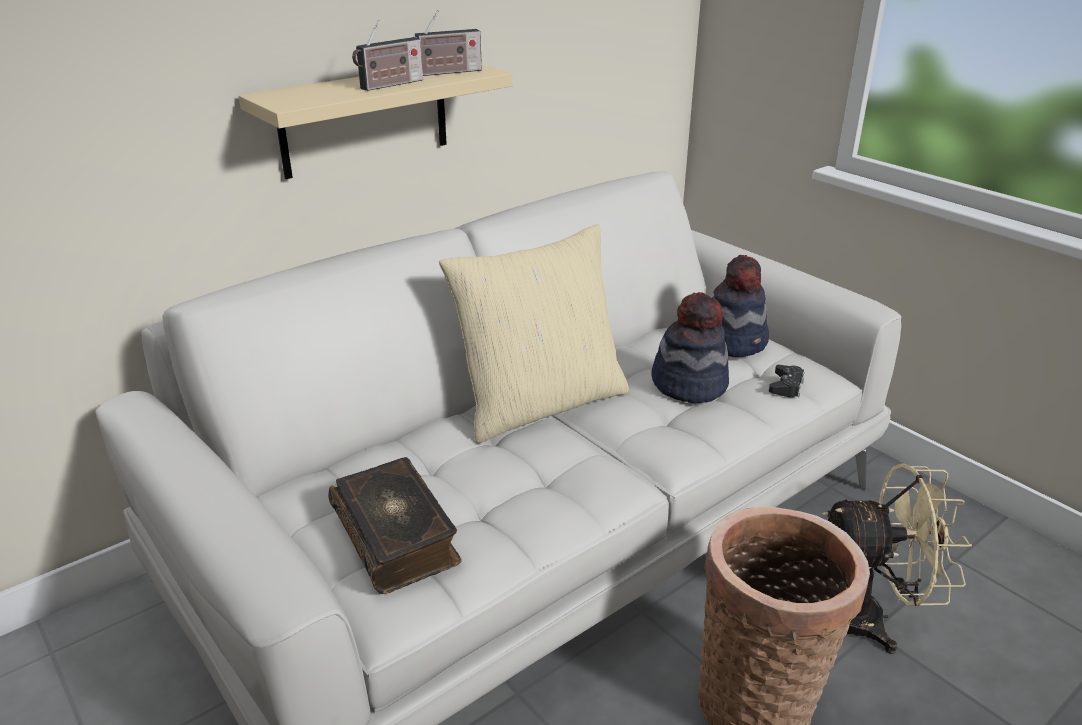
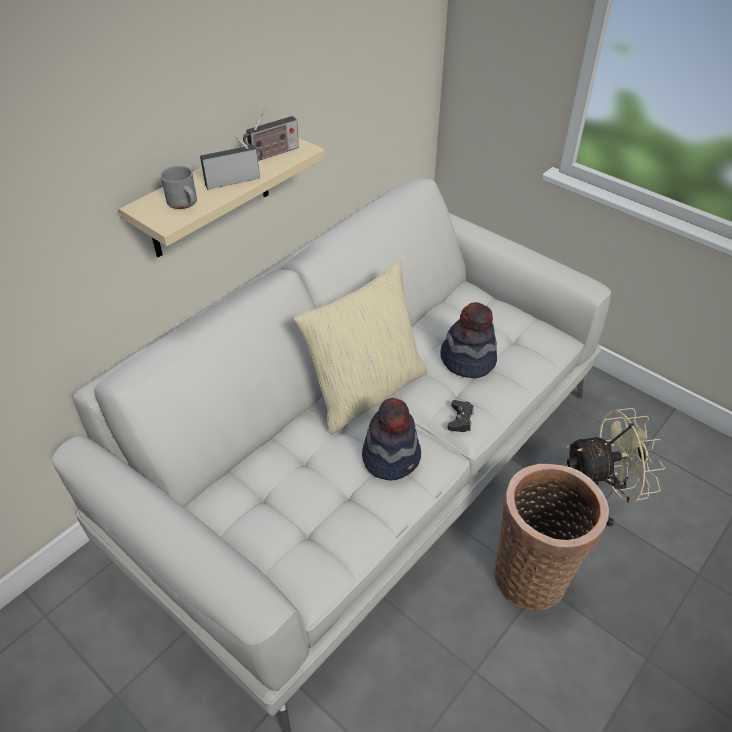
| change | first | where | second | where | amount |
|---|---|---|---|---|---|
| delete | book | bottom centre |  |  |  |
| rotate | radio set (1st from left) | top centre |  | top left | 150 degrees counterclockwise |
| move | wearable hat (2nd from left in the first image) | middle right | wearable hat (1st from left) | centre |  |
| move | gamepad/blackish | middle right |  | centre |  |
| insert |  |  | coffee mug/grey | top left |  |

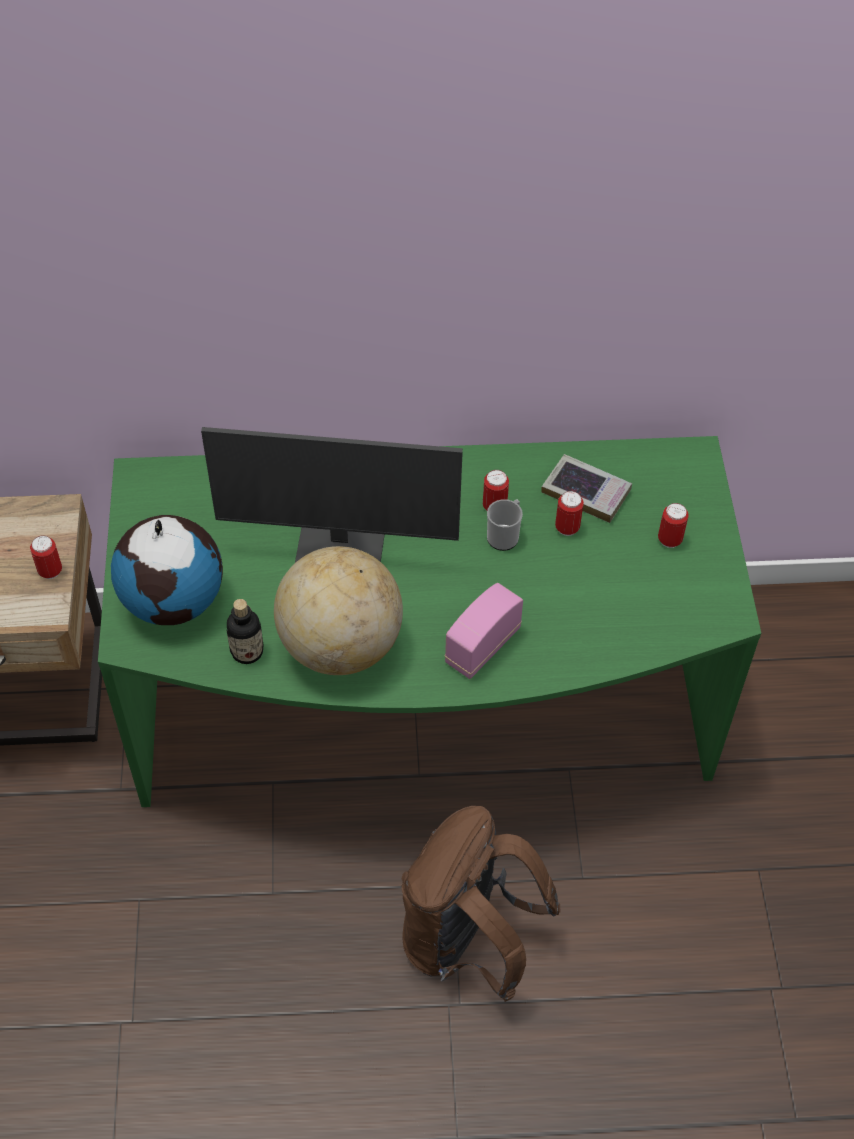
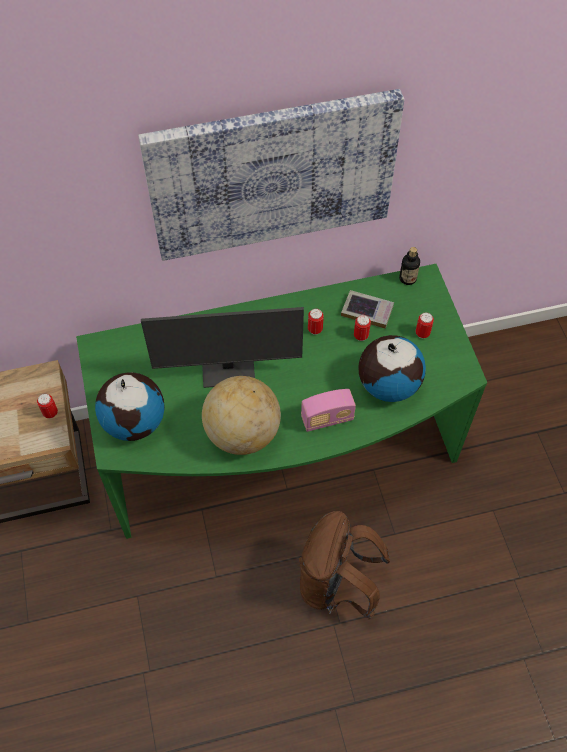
| change | first | where | second | where | amount |
|---|---|---|---|---|---|
| move | drink bottle | middle left |  | middle right |  |
| rotate | radio set | centre |  | centre | 135 degrees counterclockwise |
| delete | coffee mug | centre |  |  |  |
| insert |  |  | wall art | top centre |  |
| insert |  |  | world globe (3rd from left) | middle right |  |

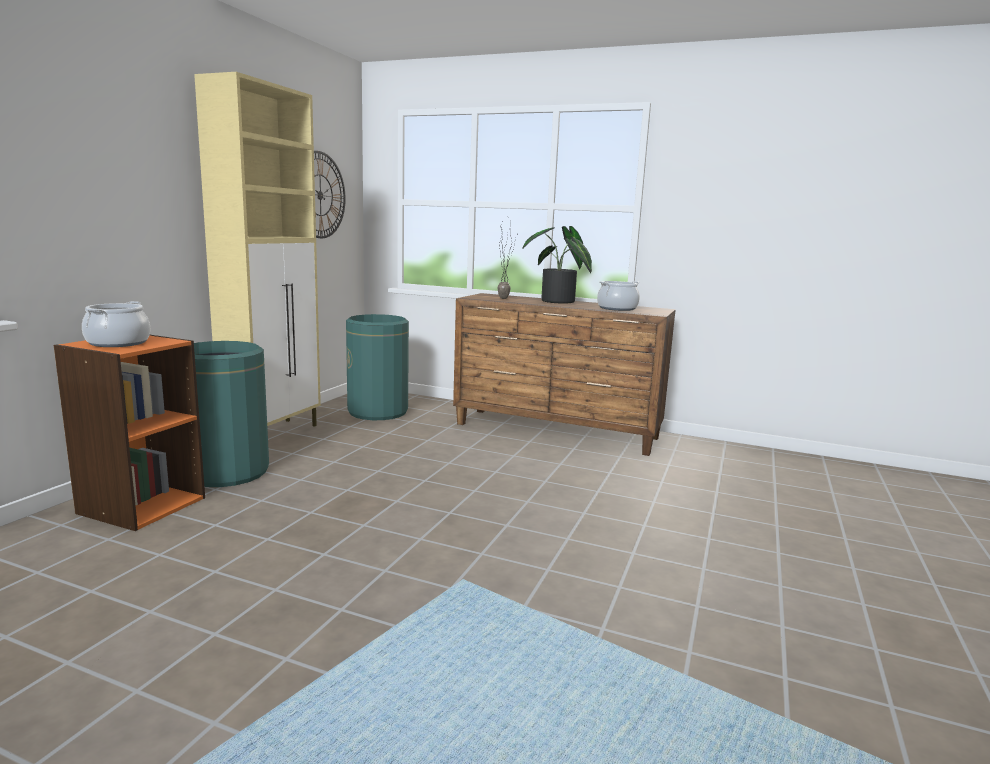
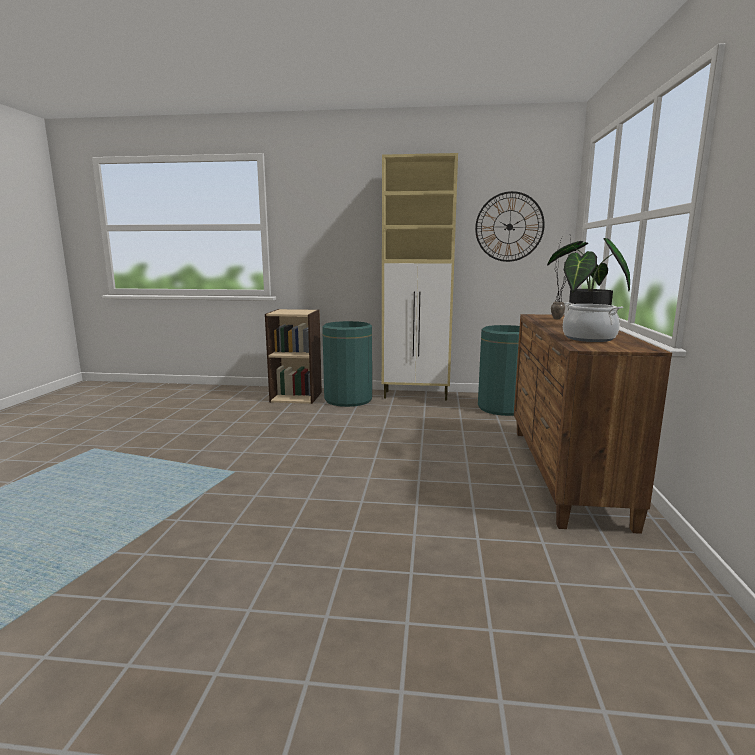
| change | first | where | second | where | amount |
|---|---|---|---|---|---|
| recolor | bookshelf/orange | middle left | bookshelf/beige | centre |  |
| delete | stockpot (1st from left) | middle left |  |  |  |

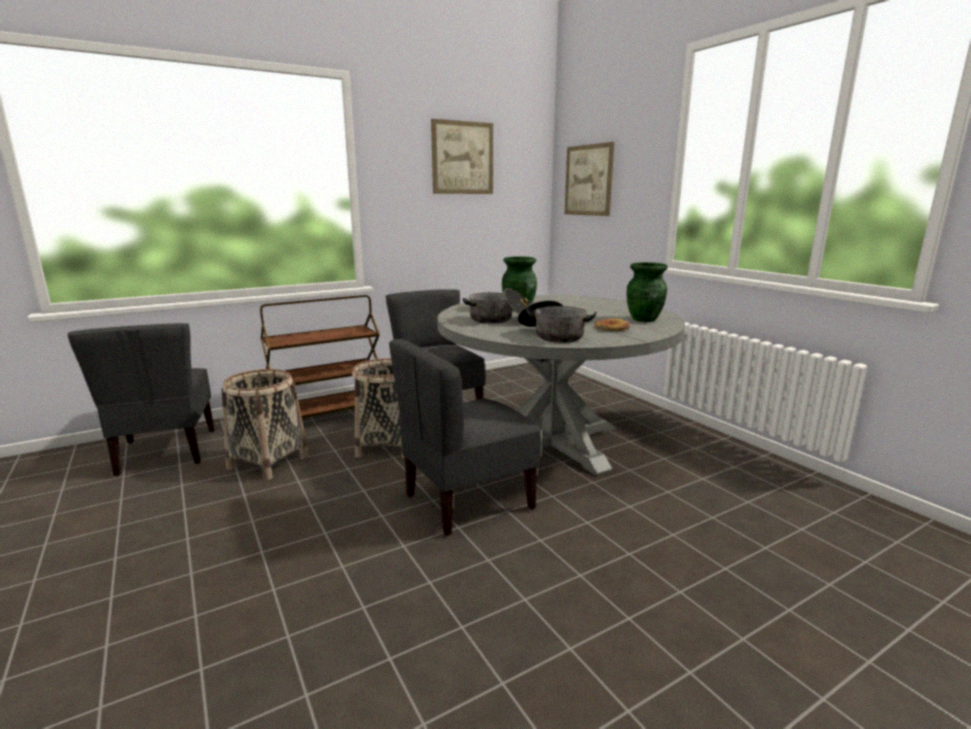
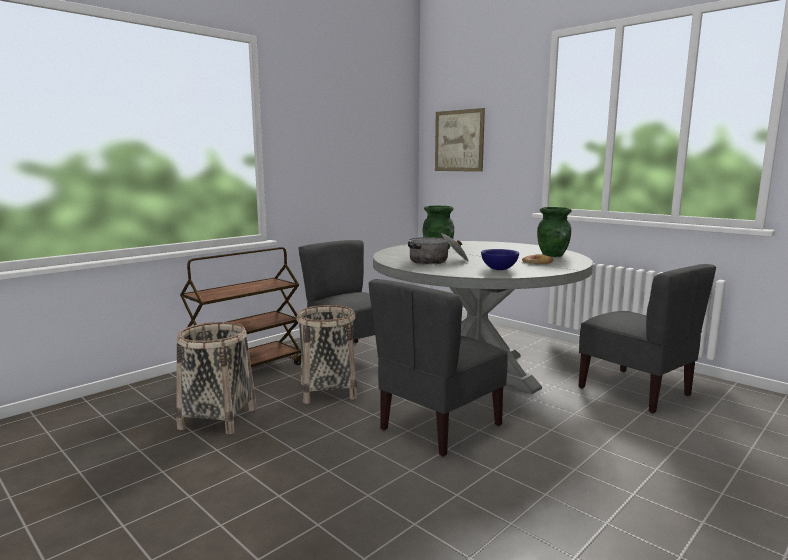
| change | first | where | second | where | amount |
|---|---|---|---|---|---|
| move | plain chair/grey (1st from left in the first image) | middle left | plain chair/grey (3rd from left) | middle right |  |
| delete | wall art (1st from left) | top centre |  |  |  |
| replace | stockpot (2nd from left) | centre | bowl/blue-coloured | centre |  |

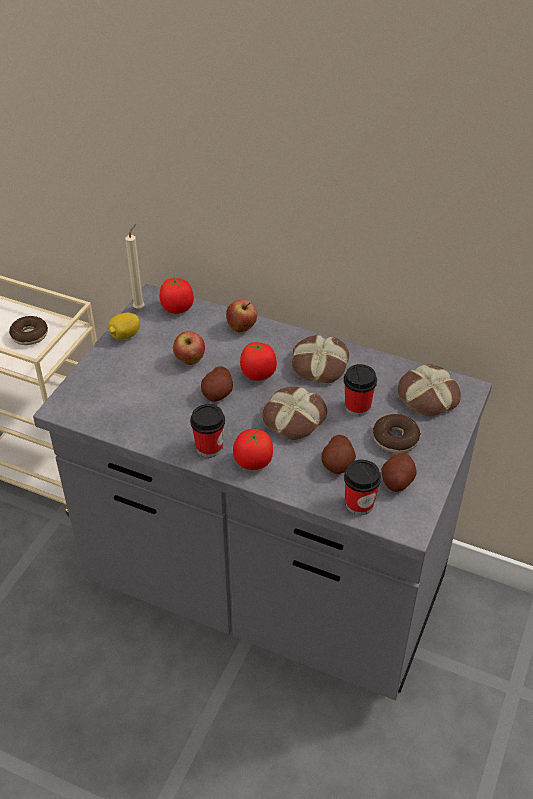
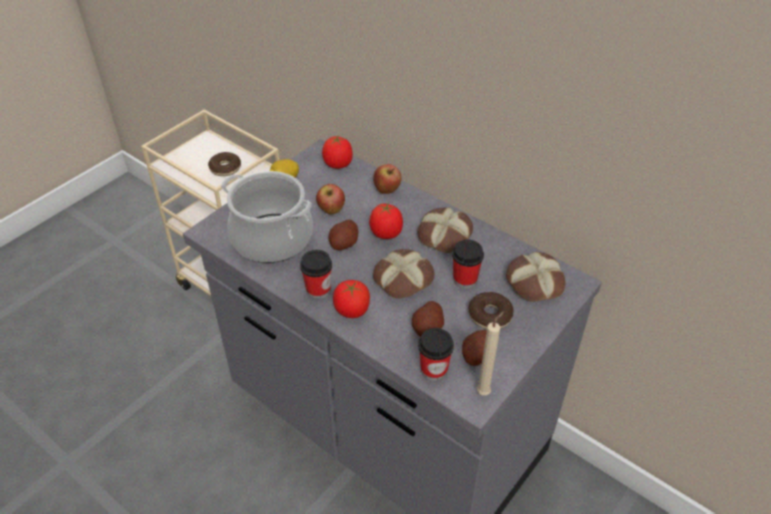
| change | first | where | second | where | amount |
|---|---|---|---|---|---|
| move | candle/beige | top left |  | bottom centre |  |
| insert |  |  | stockpot | centre |  |

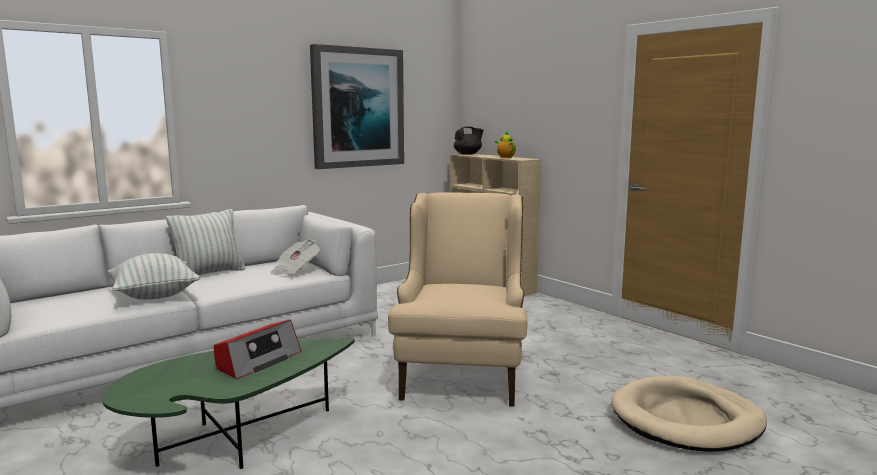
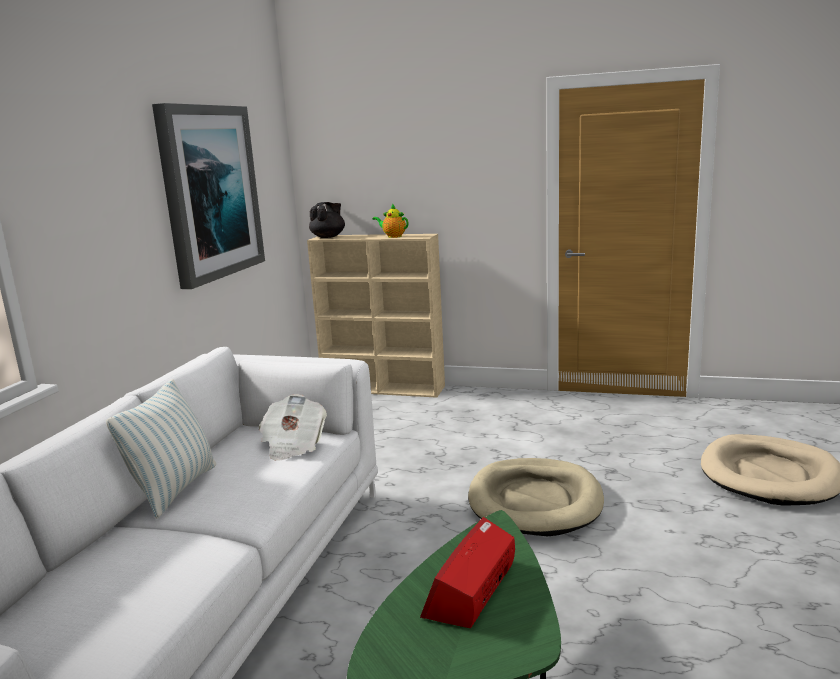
| change | first | where | second | where | amount |
|---|---|---|---|---|---|
| delete | throw pillow (1st from left) | middle left |  |  |  |
| rotate | radio set | bottom left |  | bottom centre | 150 degrees counterclockwise |
| replace | armchair/beige | centre | dog bed/beige (1st from left) | bottom centre |  |

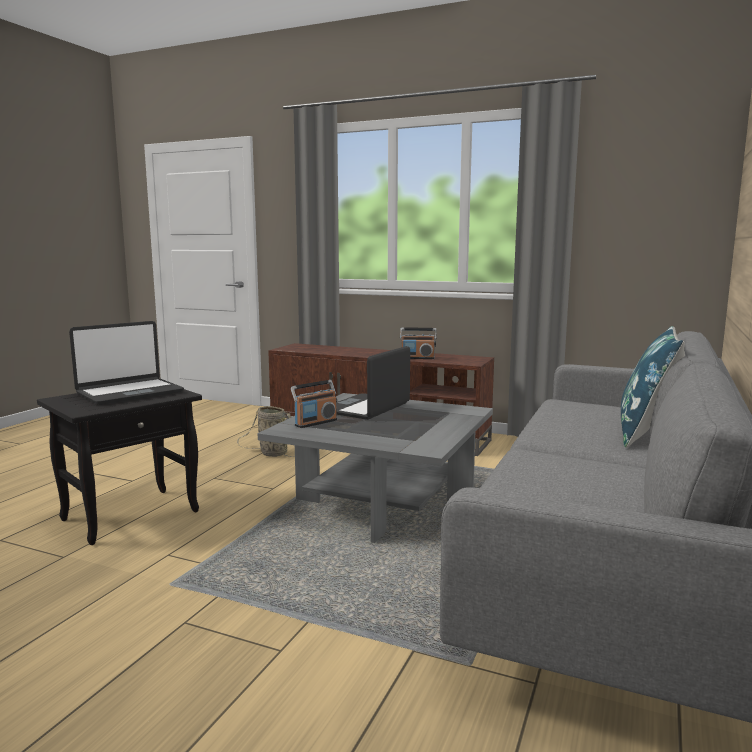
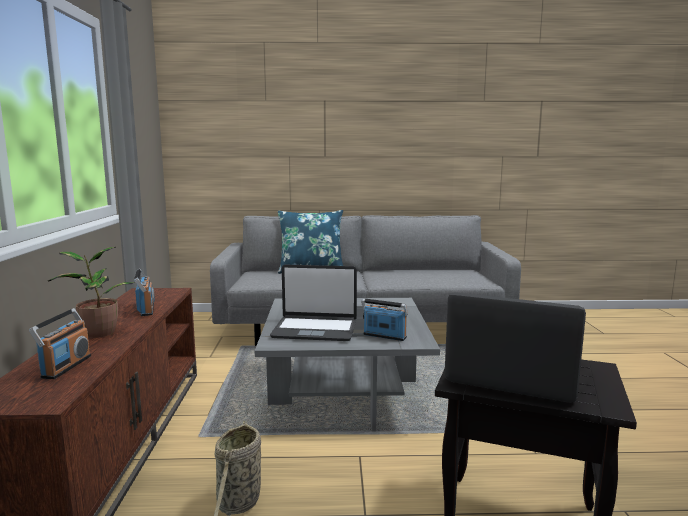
| change | first | where | second | where | amount |
|---|---|---|---|---|---|
| insert |  |  | radio set (1st from left) | middle left |  |
| insert |  |  | potted plant | middle left |  |

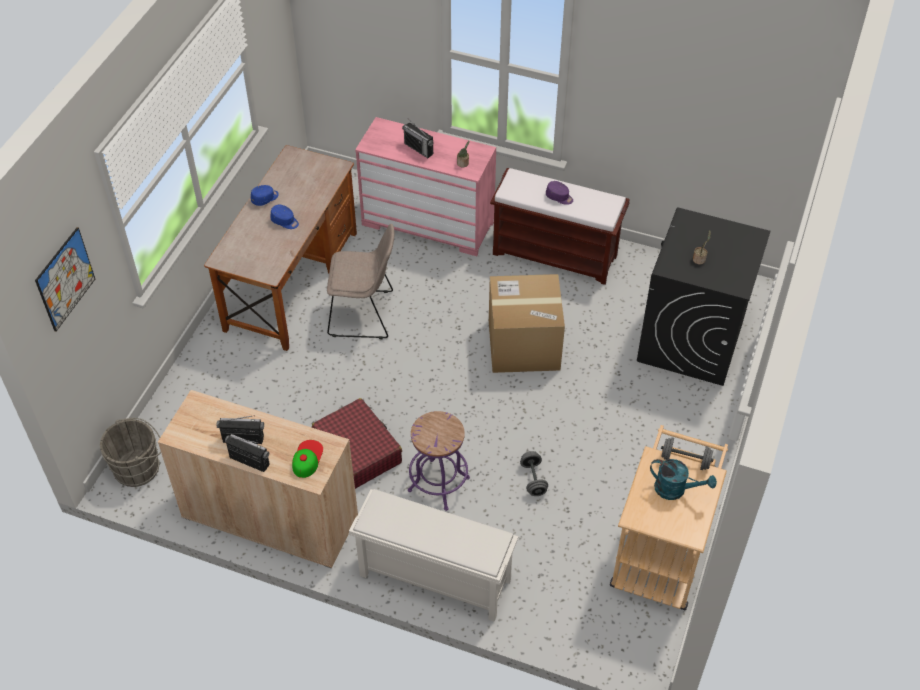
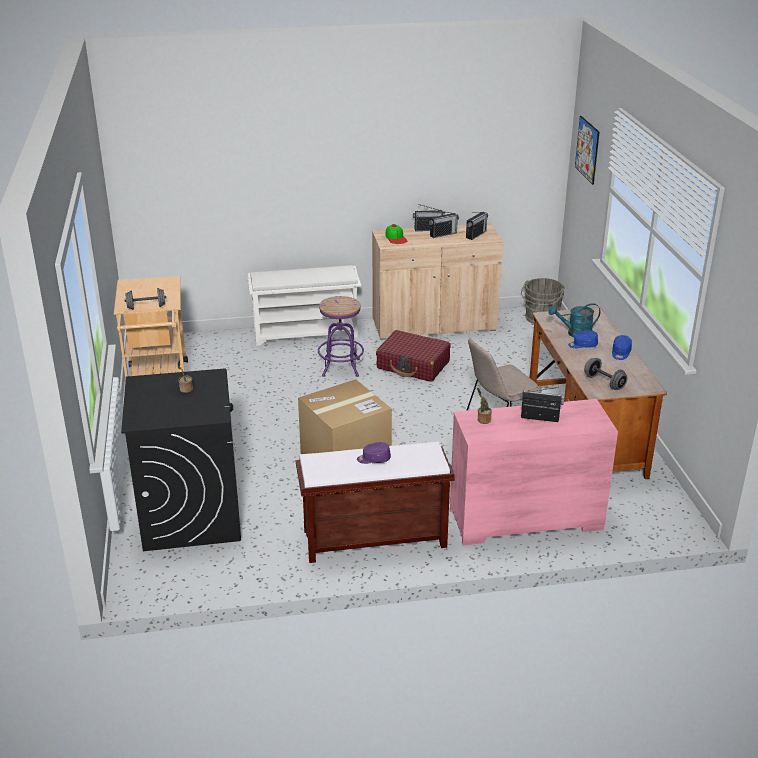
| change | first | where | second | where | amount |
|---|---|---|---|---|---|
| move | hand weight/grey (1st from left in the first image) | bottom centre | hand weight/grey (2nd from left) | middle right |  |
| move | sprinkling can/turquoise-coloured | bottom right |  | middle right |  |
| insert |  |  | radio set (3rd from left) | top centre |  |

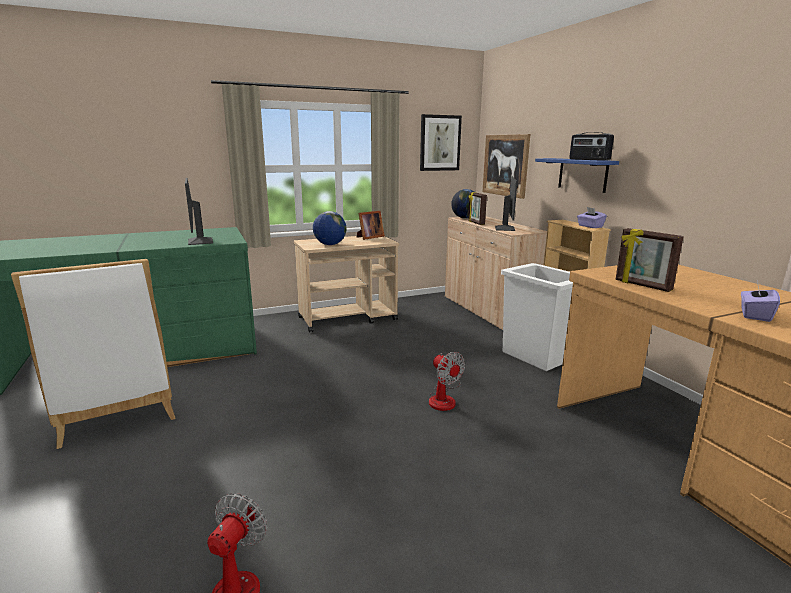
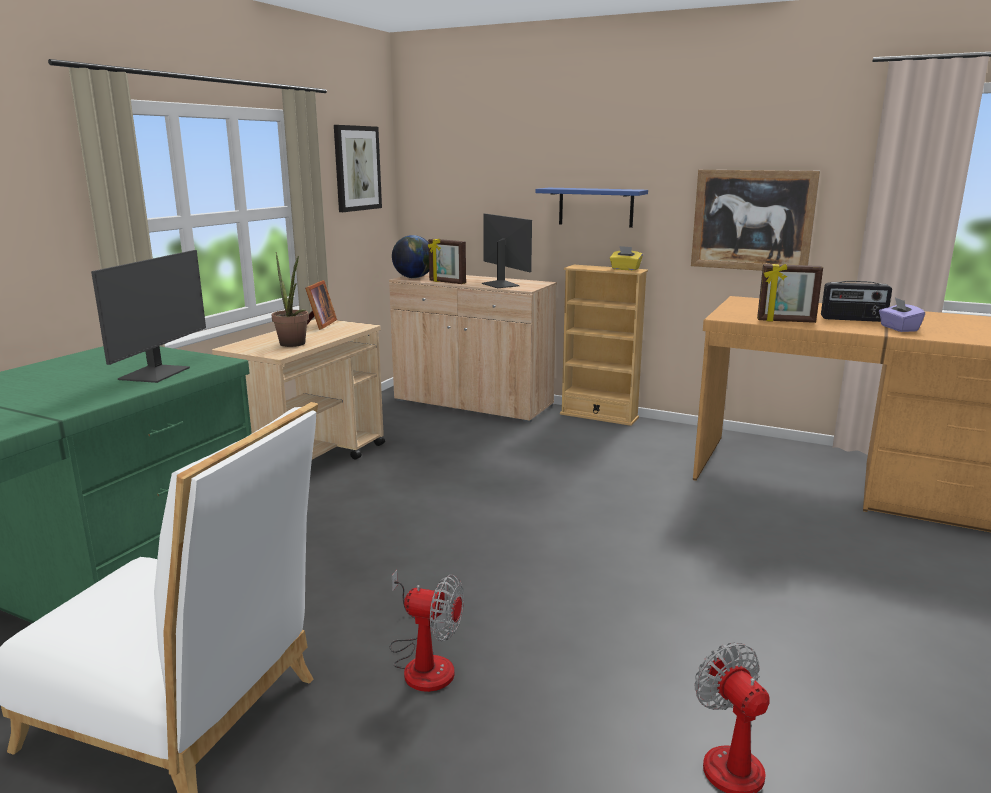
| change | first | where | second | where | amount |
|---|---|---|---|---|---|
| rotate | computer screen (1st from left) | middle left |  | middle left | 105 degrees counterclockwise |
| replace | world globe (1st from left) | centre | potted plant | middle left |  |
| move | fan (2nd from left in the first image) | centre | fan (1st from left) | bottom centre |  |
| move | wall art (2nd from left) | top centre |  | top right |  |
| delete | rubbish bin/white | middle right |  |  |  |
| move | radio set | top right |  | middle right |  |
| recolor | box of tissues/purple-coloured (1st from left) | middle right | box of tissues/yellow-coloured | top centre |  |

